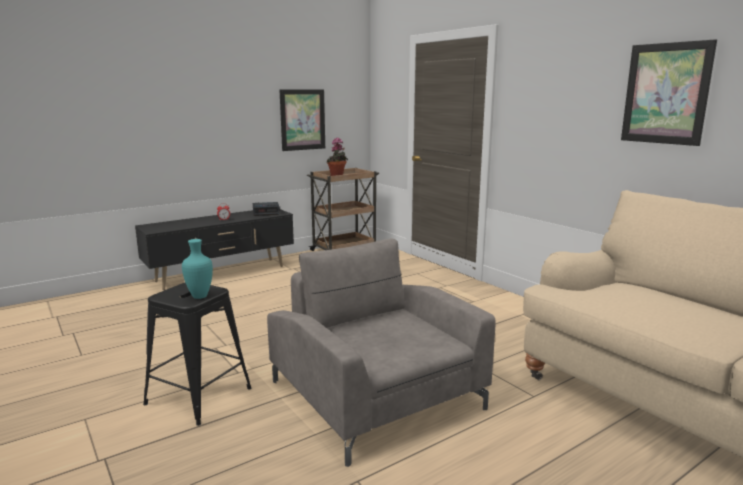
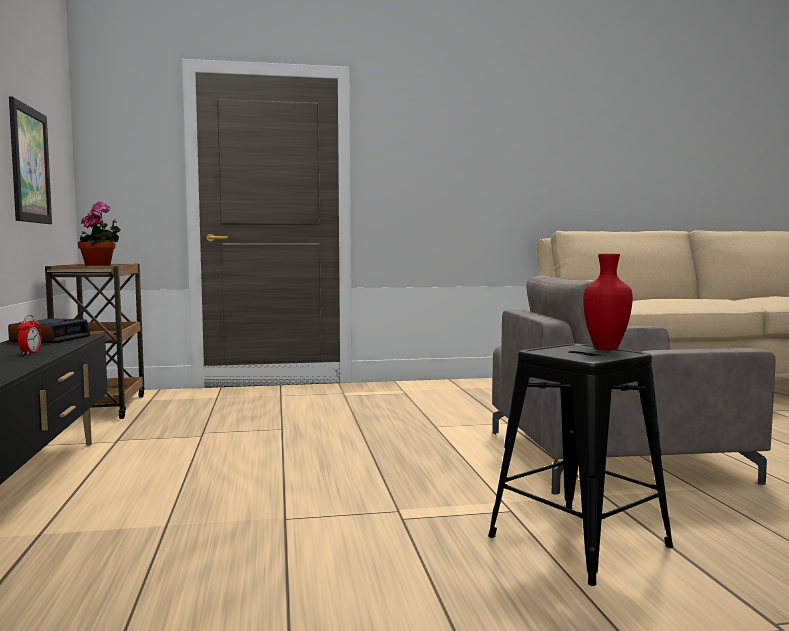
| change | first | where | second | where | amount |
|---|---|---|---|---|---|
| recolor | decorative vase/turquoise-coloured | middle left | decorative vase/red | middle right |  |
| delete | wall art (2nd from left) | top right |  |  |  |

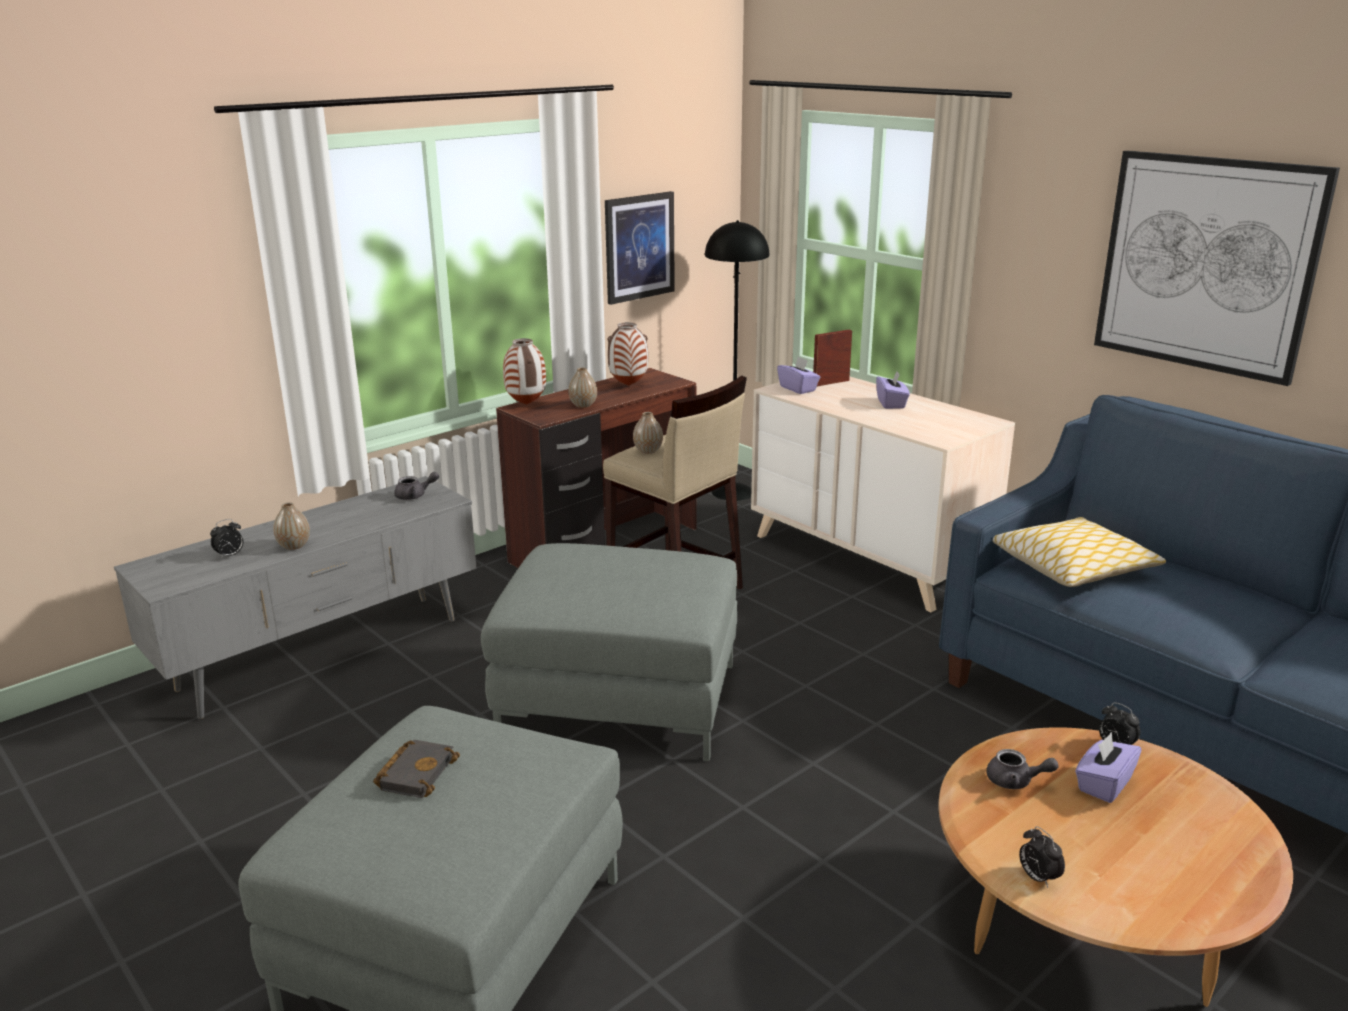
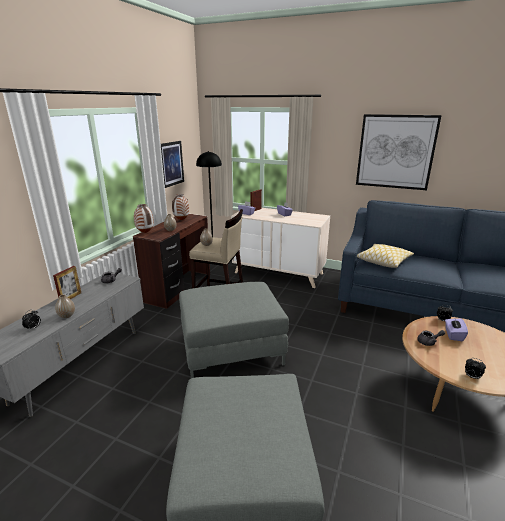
| change | first | where | second | where | amount |
|---|---|---|---|---|---|
| delete | book/blackish | bottom left |  |  |  |
| insert |  |  | standing frame (1st from left) | middle left |  |

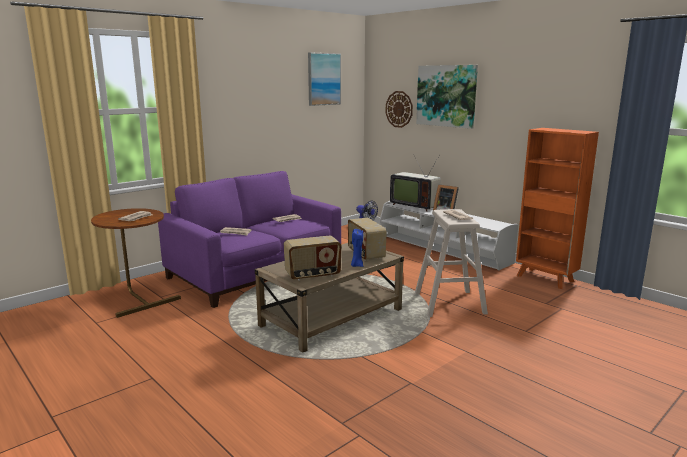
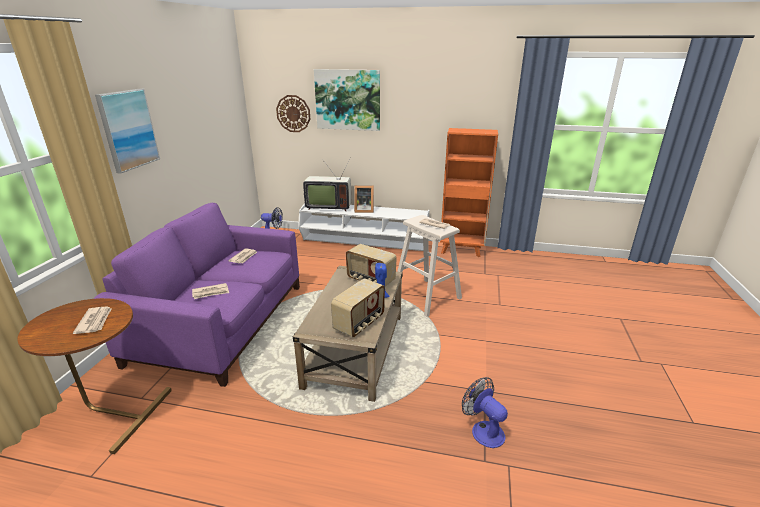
| change | first | where | second | where | amount |
|---|---|---|---|---|---|
| move | wall art (1st from left) | top centre |  | top left |  |
| insert |  |  | fan (2nd from left) | bottom centre |  |

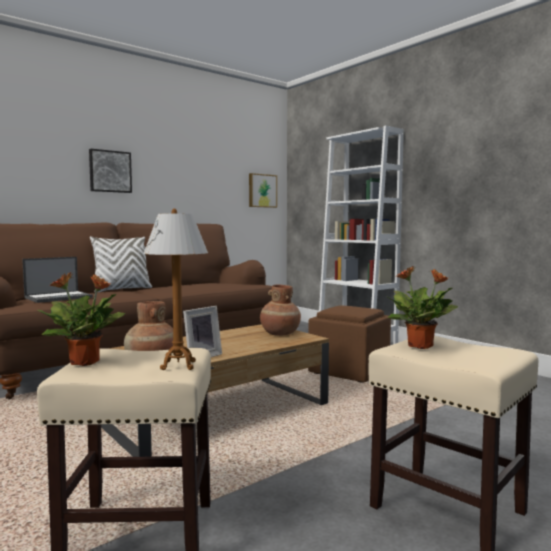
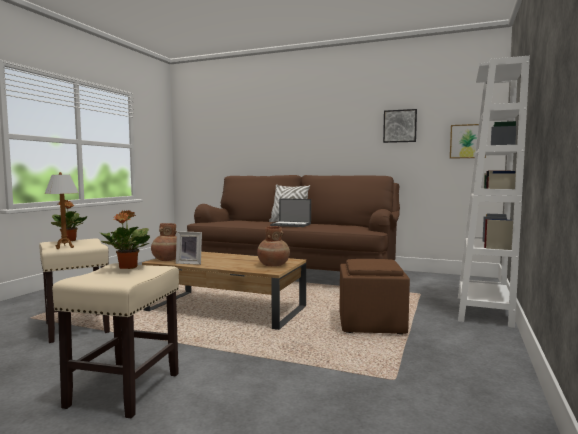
| change | first | where | second | where | amount |
|---|---|---|---|---|---|
| move | notebook computer | middle left |  | centre |  |
| move | wall art (1st from left) | top left |  | top right |  |

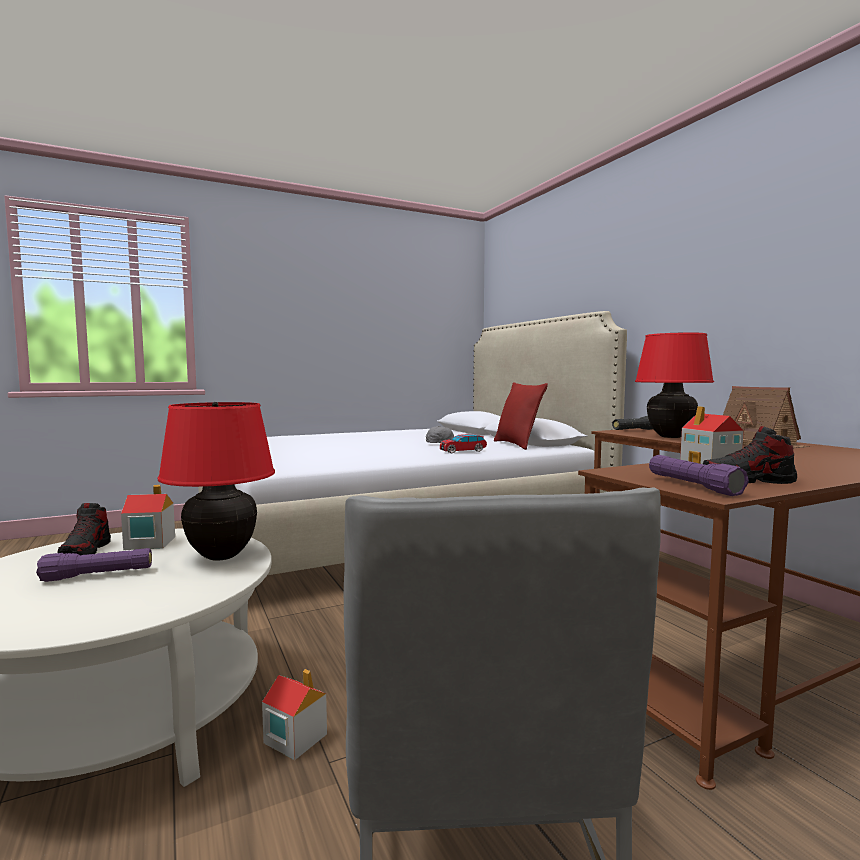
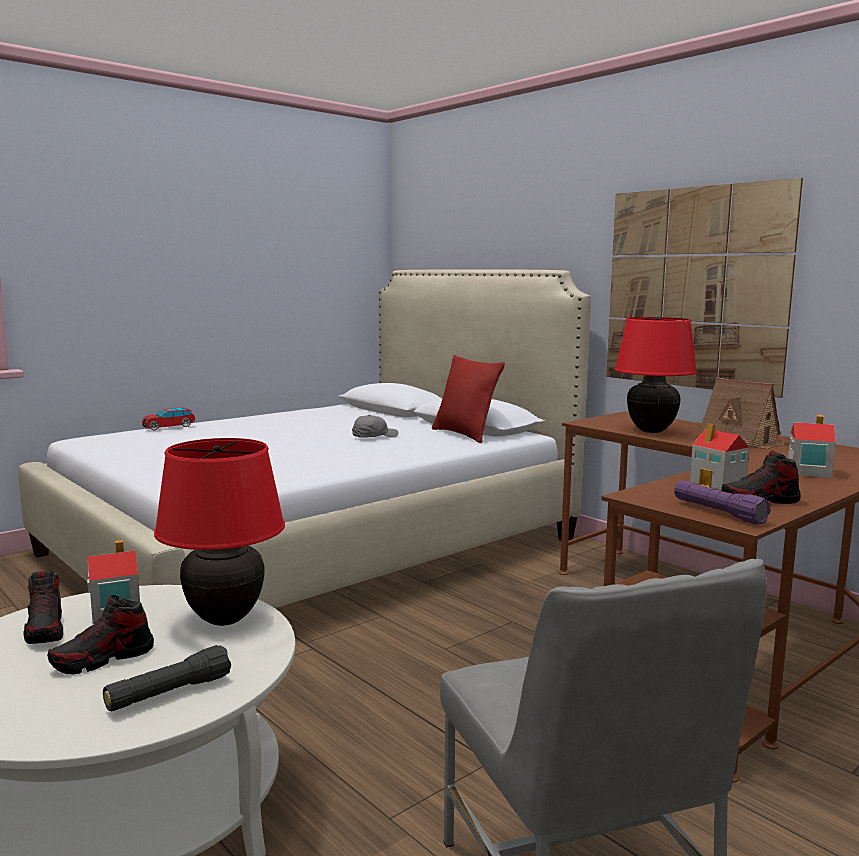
| change | first | where | second | where | amount |
|---|---|---|---|---|---|
| replace | torch/purple-coloured (1st from left) | middle left | low shoe (2nd from left) | bottom left |  |
| move | model house (2nd from left in the first image) | bottom centre | model house (4th from left) | middle right |  |
| move | miniature car | centre |  | middle left |  |
| move | torch/blackish | middle right |  | bottom left |  |
| insert |  |  | wall art | middle right |  |

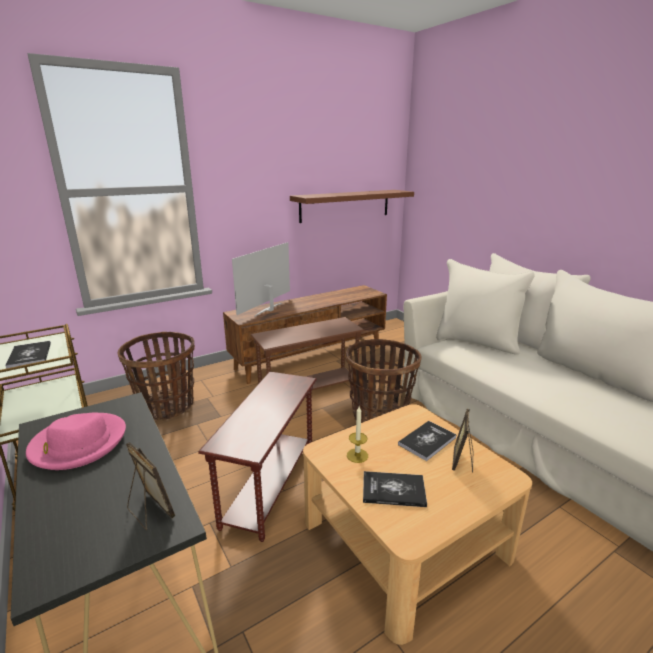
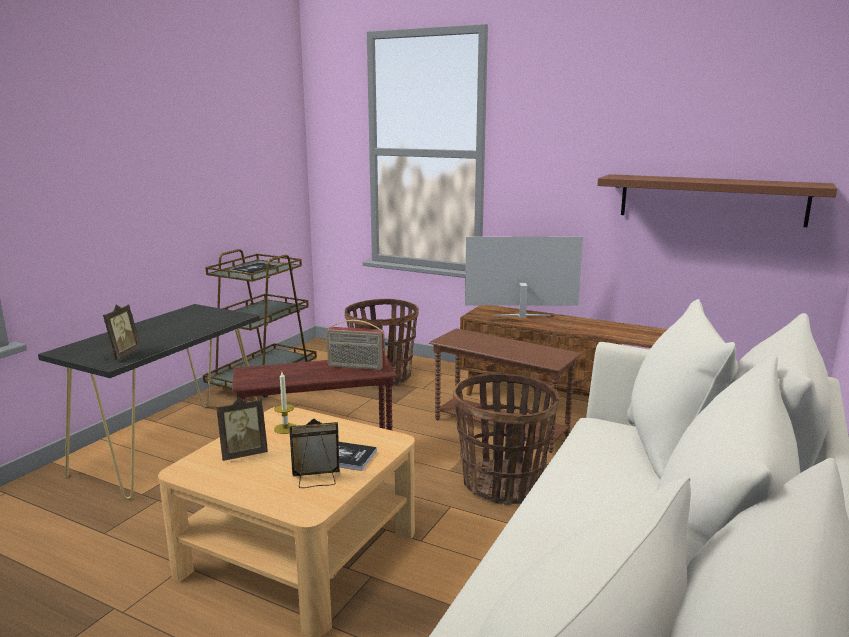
| change | first | where | second | where | amount |
|---|---|---|---|---|---|
| delete | wearable hat/pink | bottom left |  |  |  |
| replace | book (2nd from left) | bottom centre | standing frame (2nd from left) | bottom left |  |
| insert |  |  | radio set | centre |  |

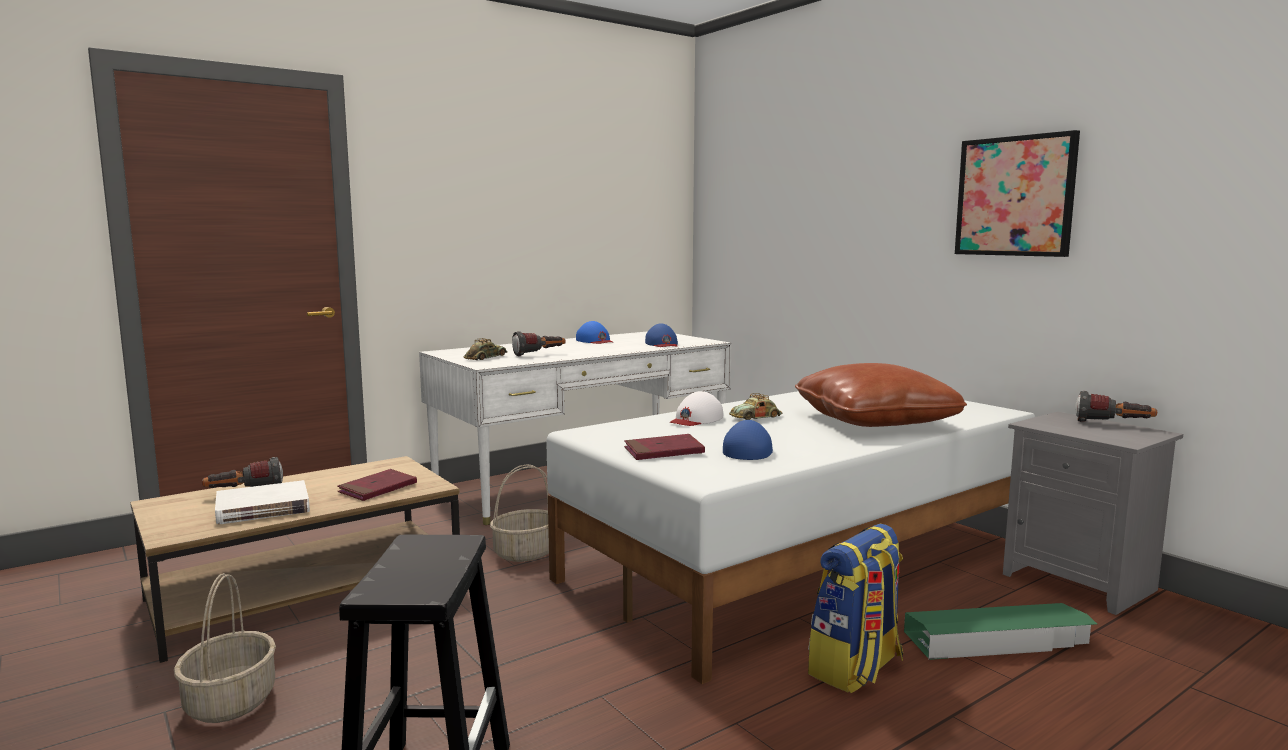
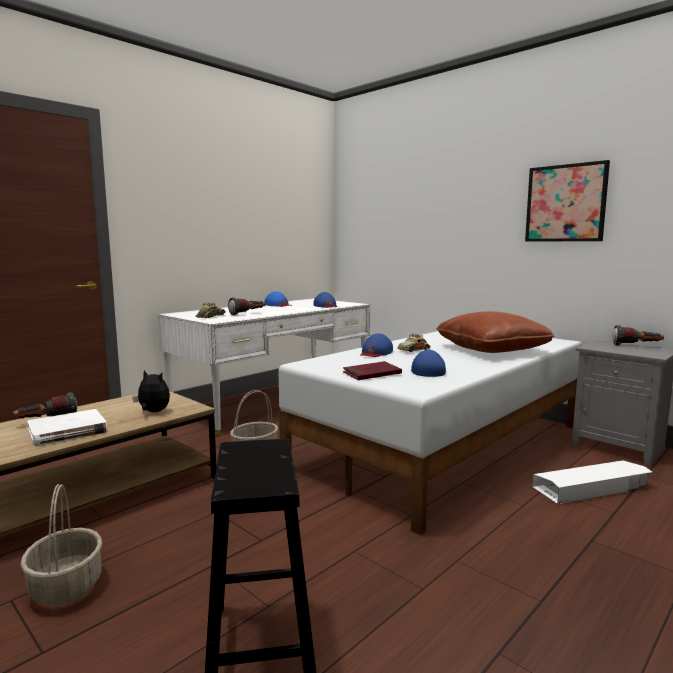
| change | first | where | second | where | amount |
|---|---|---|---|---|---|
| replace | book/red (1st from left) | middle left | soft toy | middle left |  |
| recolor | peaked cap/white | centre | peaked cap/blue-coloured (3rd from left) | centre |  |
| delete | rucksack | bottom centre |  |  |  |
| recolor | storage bin/green-coloured | bottom right | storage bin/white | bottom right |  |

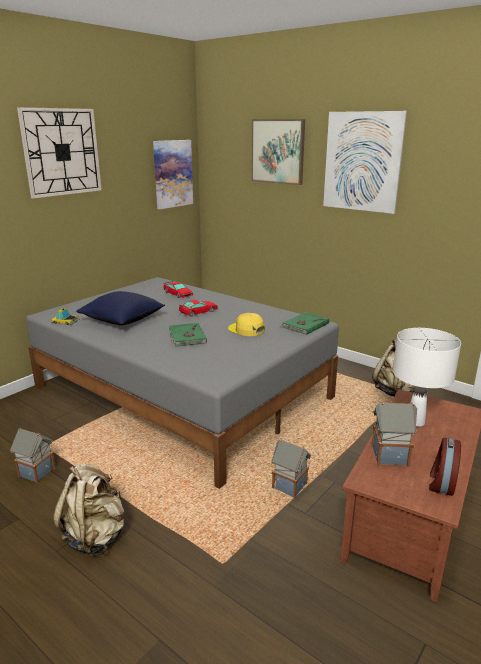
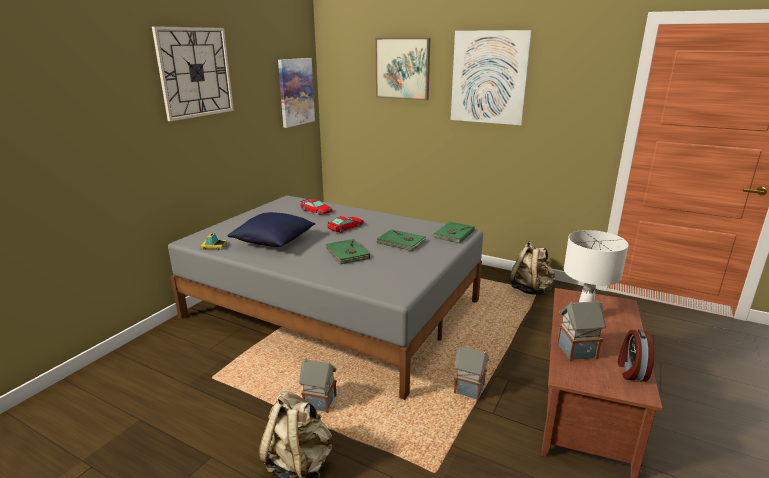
| change | first | where | second | where | amount |
|---|---|---|---|---|---|
| move | model house (1st from left) | bottom left |  | bottom centre |  |
| replace | peaked cap/yellow-coloured | centre | book/green-coloured (2nd from left) | centre |  |

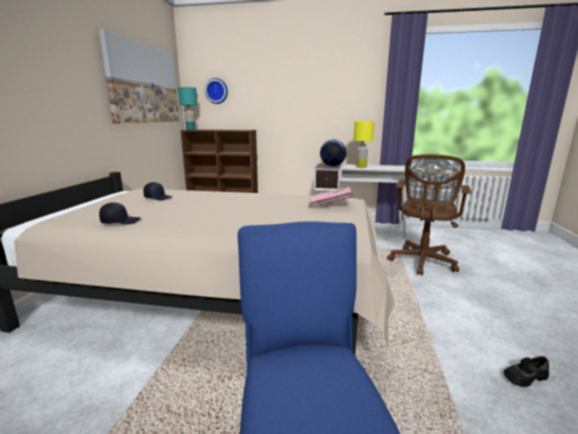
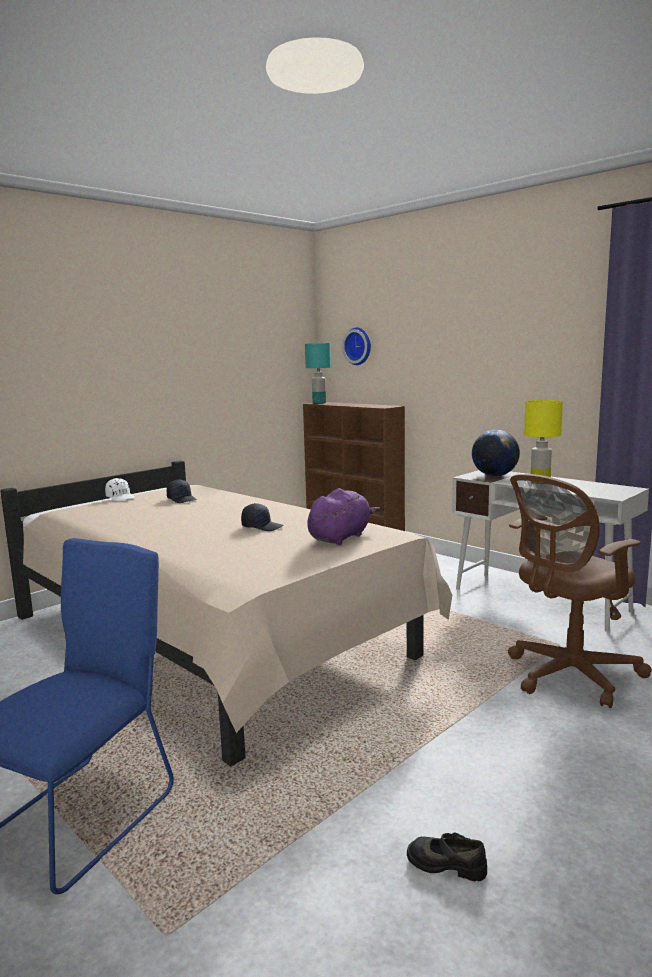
| change | first | where | second | where | amount |
|---|---|---|---|---|---|
| delete | wall art | top left |  |  |  |
| move | peaked cap/blackish (1st from left in the first image) | middle left | peaked cap/blackish (2nd from left) | centre |  |
| replace | book/pink | centre | soft toy/purple-coloured | centre |  |
| insert |  |  | peaked cap/white | middle left |  |

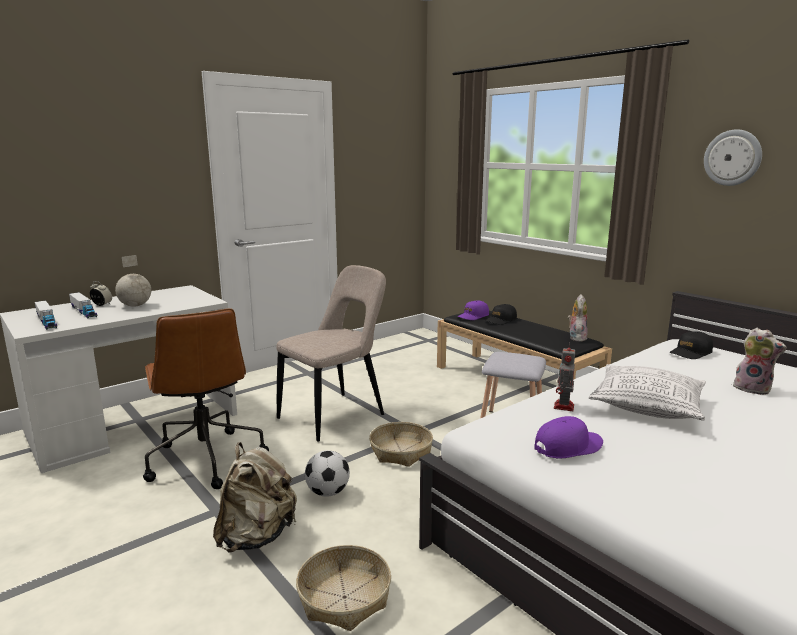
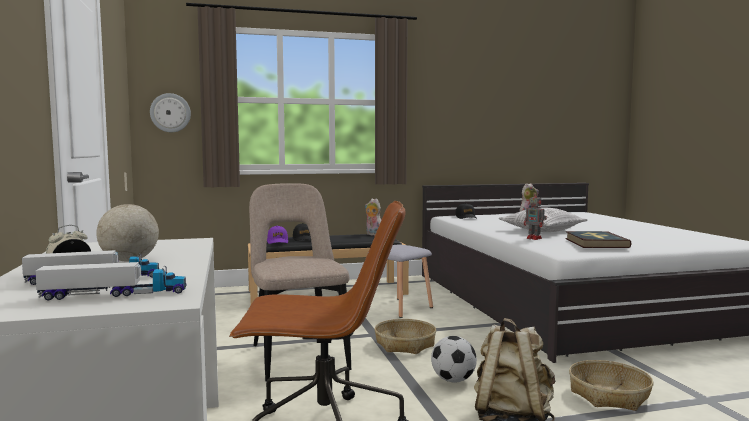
| change | first | where | second | where | amount |
|---|---|---|---|---|---|
| replace | peaked cap/purple-coloured (2nd from left) | bottom right | book | middle right |  |
| move | clock on the wall | top right |  | top left |  |

